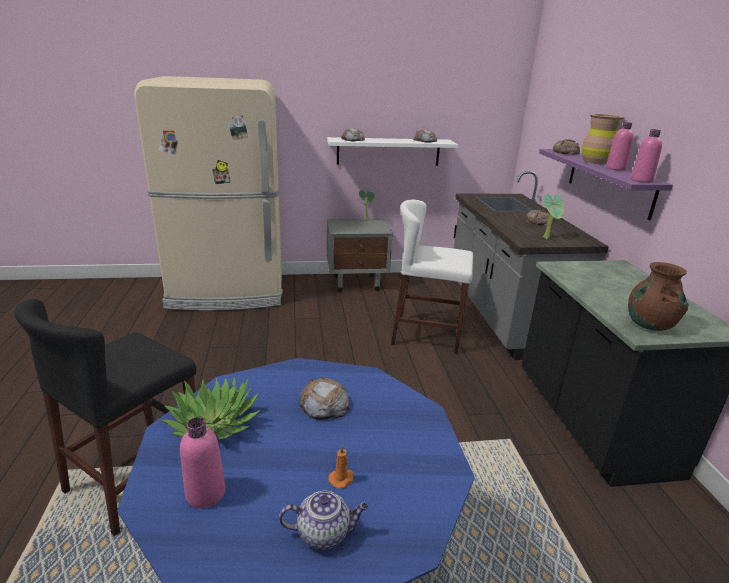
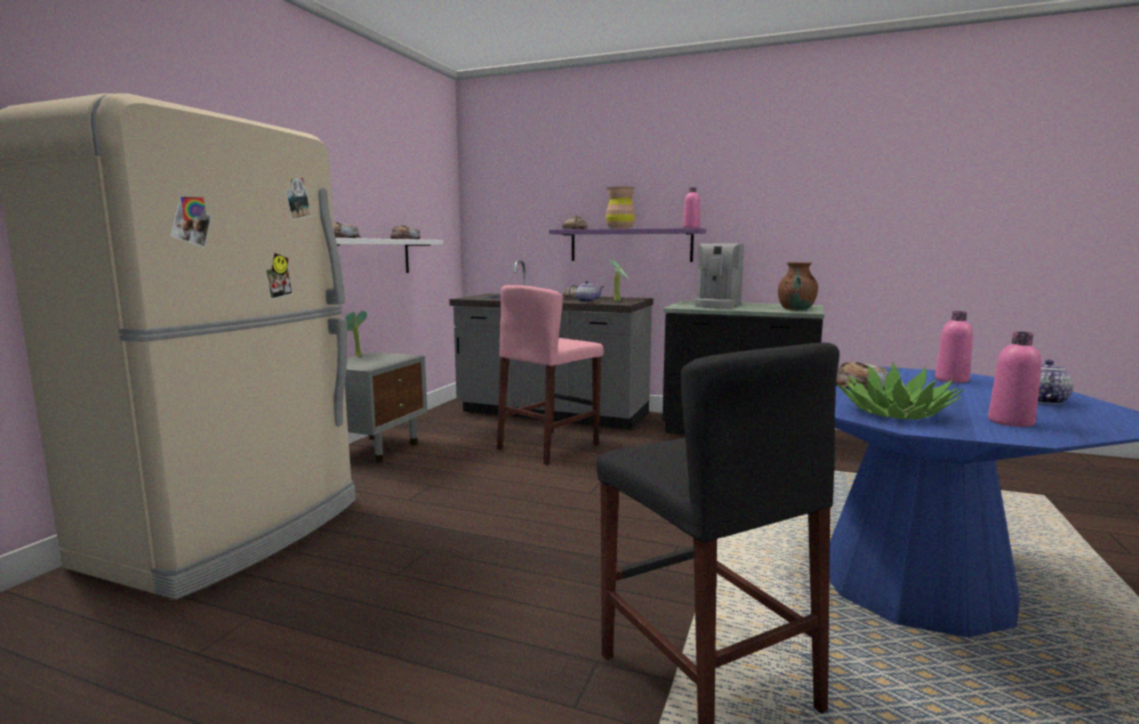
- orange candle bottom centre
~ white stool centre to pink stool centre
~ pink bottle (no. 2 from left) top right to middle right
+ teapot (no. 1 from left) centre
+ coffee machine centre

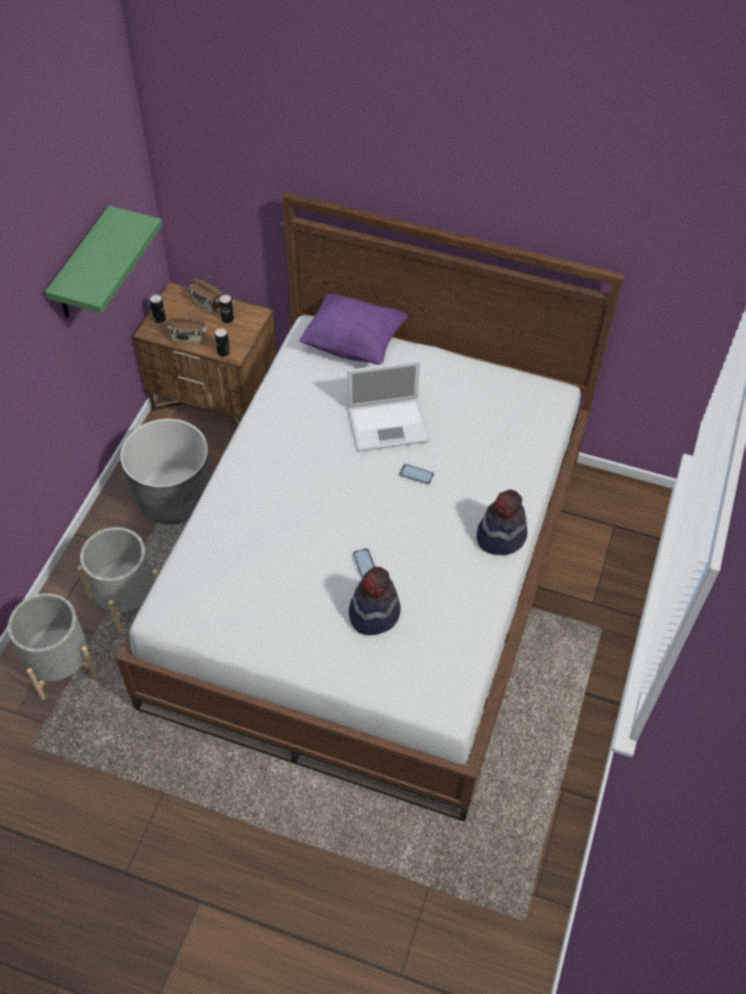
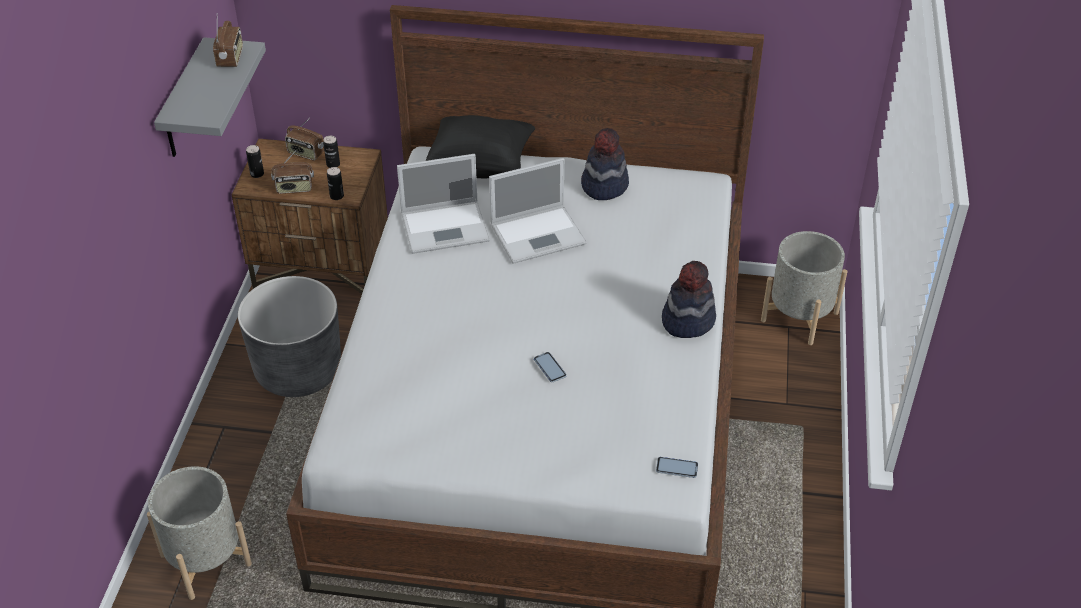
~ green shelf top left to grey shelf top left
~ grey planter (no. 2 from left in the first image) middle left to grey planter (no. 3 from left) middle right
~ purple pillow top centre to black pillow top centre
~ hat (no. 1 from left) centre to top centre
~ phone (no. 2 from left) centre to bottom centre
+ radio (no. 1 from left) top left
+ laptop (no. 1 from left) centre

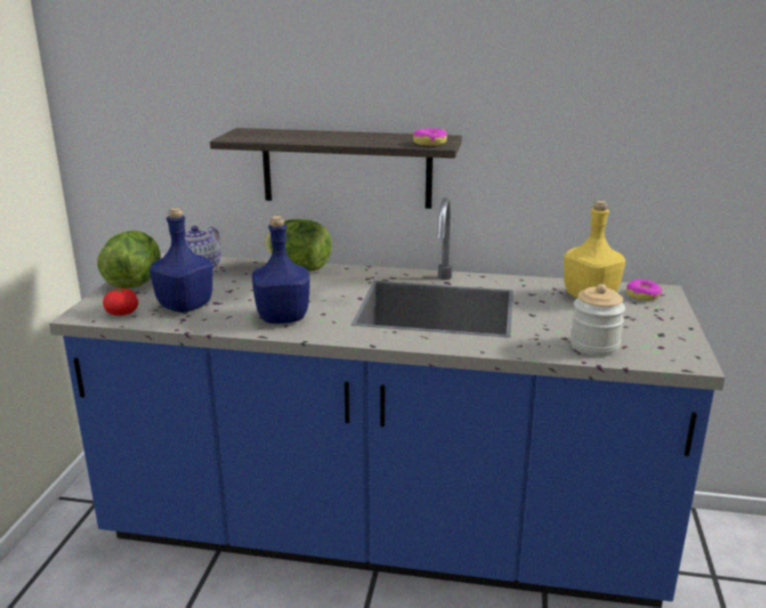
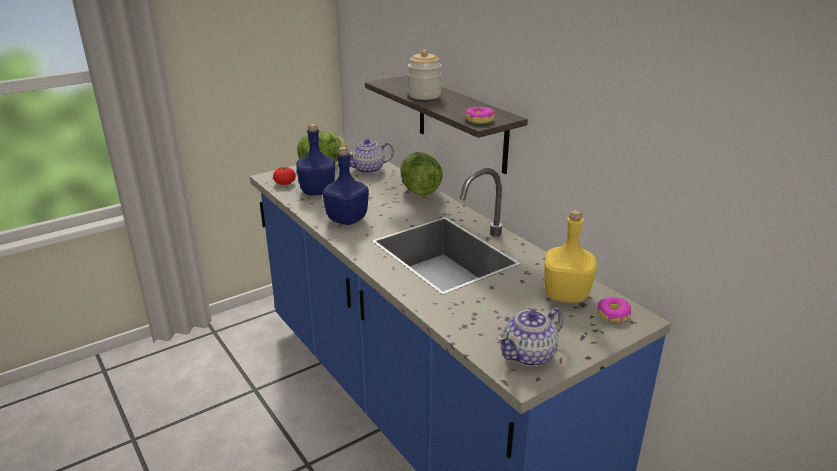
~ jar middle right to top centre
+ teapot (no. 2 from left) bottom centre

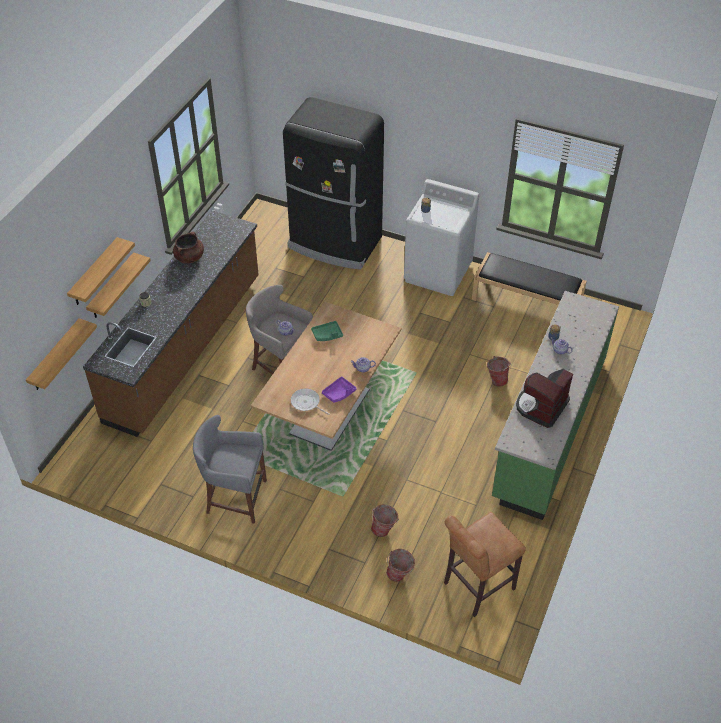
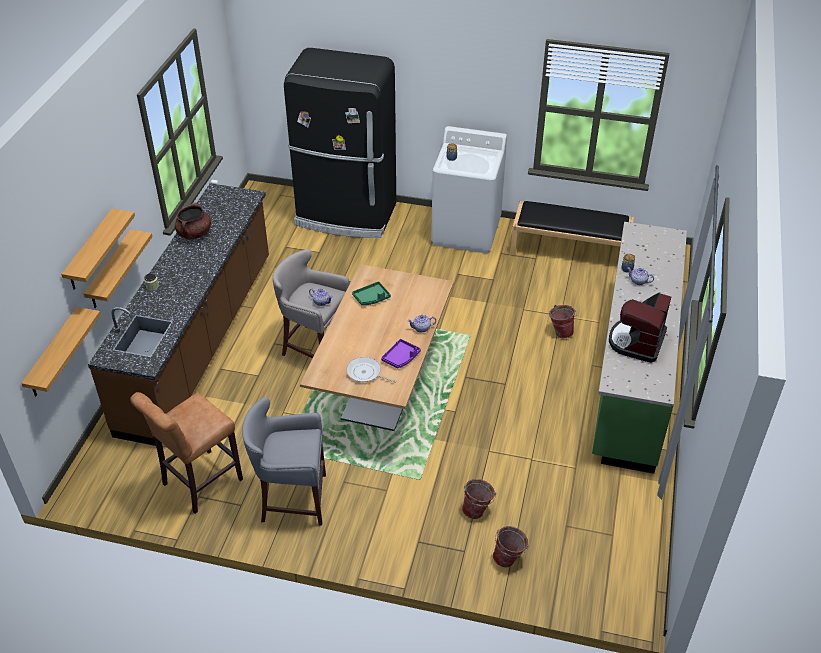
~ brown stool bottom right to bottom left

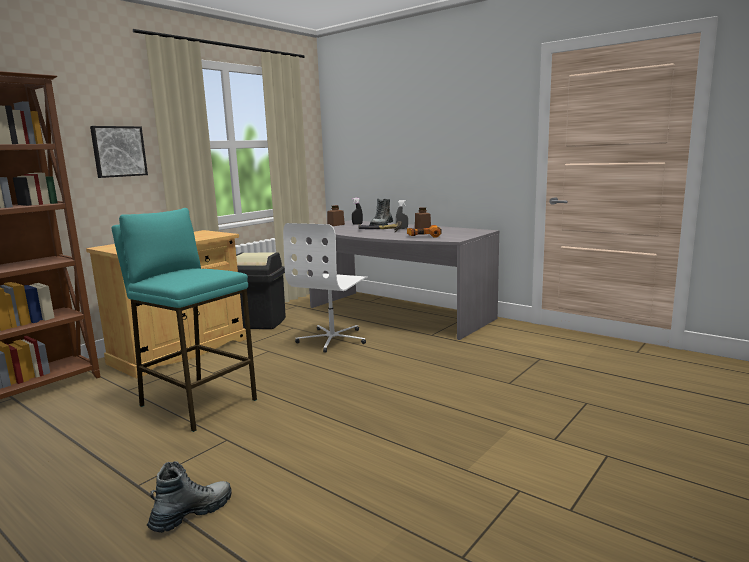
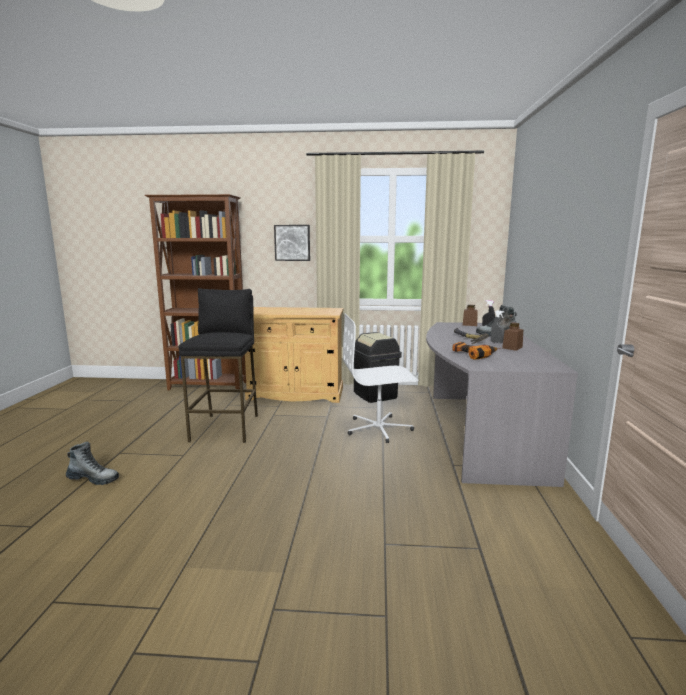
~ turquoise stool middle left to black stool middle left

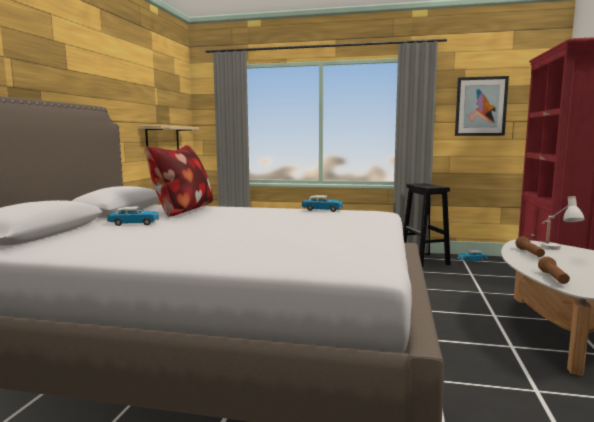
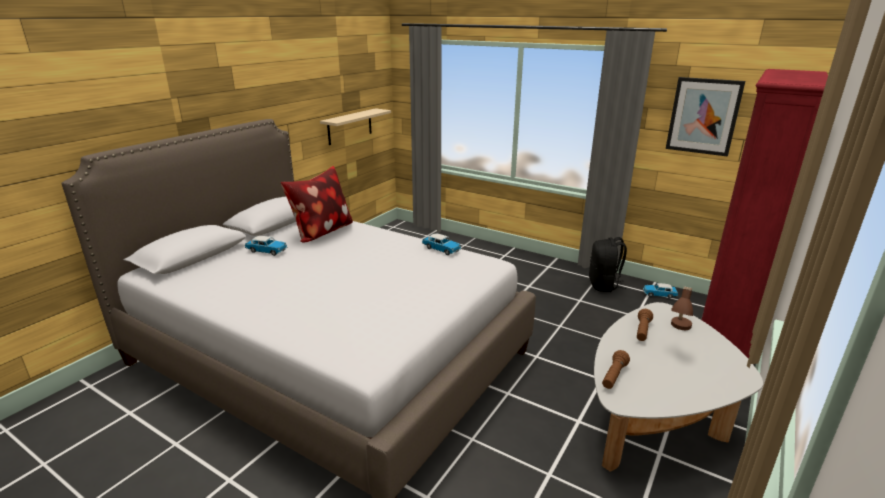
~ black stool middle right to black backpack middle right
~ white table lamp middle right to brown table lamp middle right

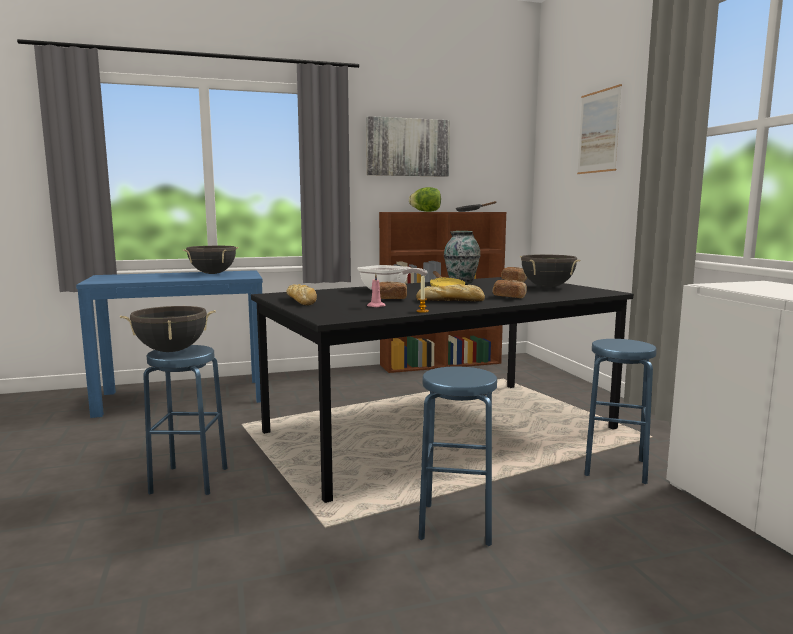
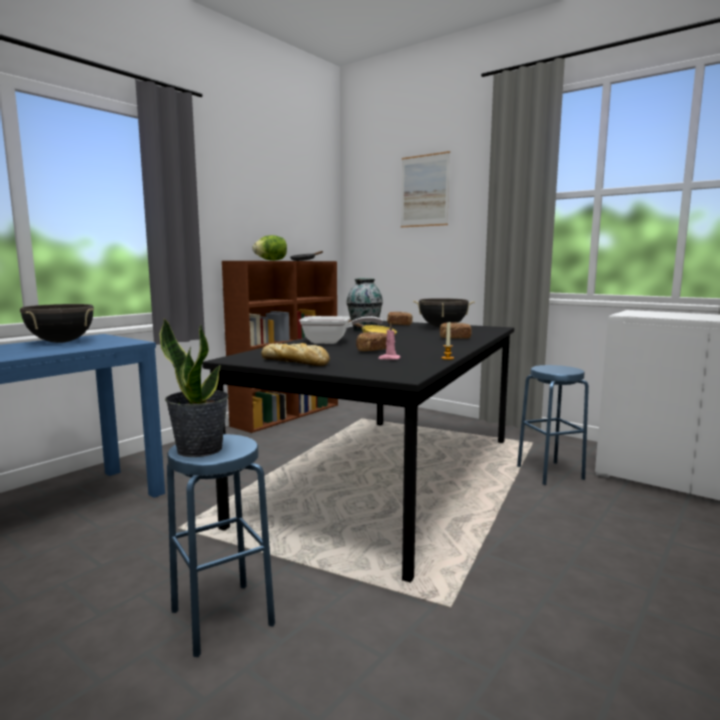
~ black cooking pot (no. 1 from left) middle left to potted plant middle left
- picture (no. 1 from left) top centre
- bread (no. 3 from left) centre
- blue stool (no. 2 from left) bottom centre

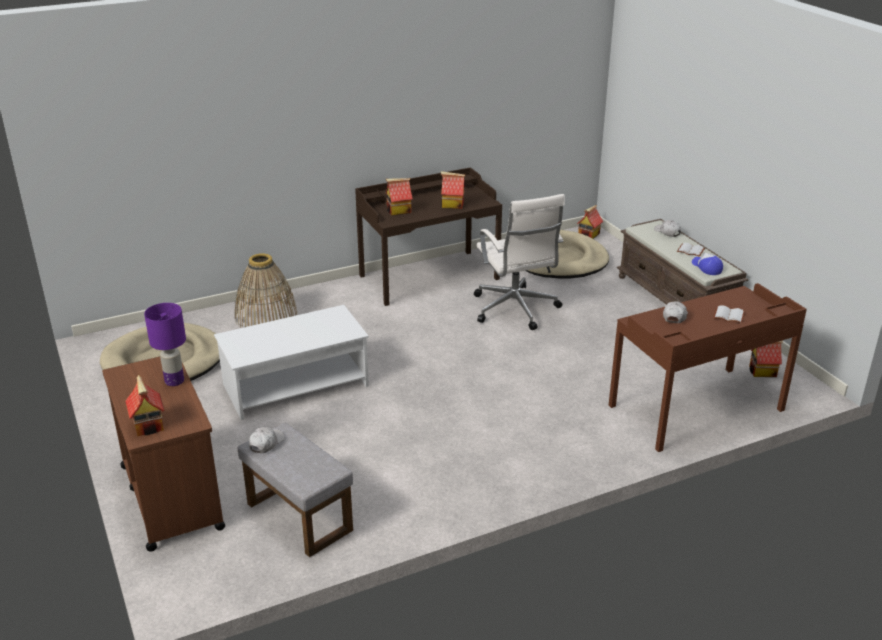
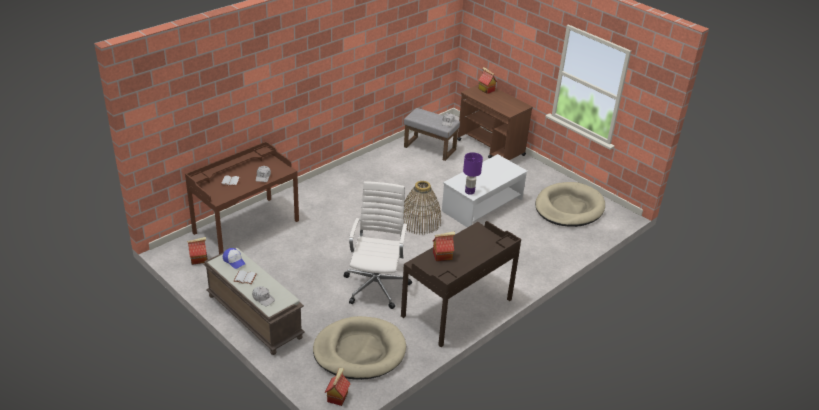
~ purple table lamp middle left to centre
~ basket middle left to centre
- toy house (no. 2 from left) top centre
~ white office chair centre = centre 45 degrees clockwise

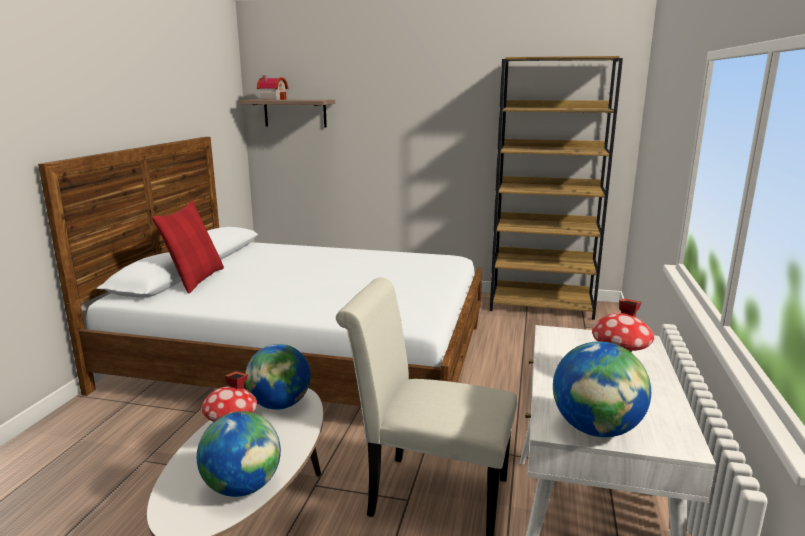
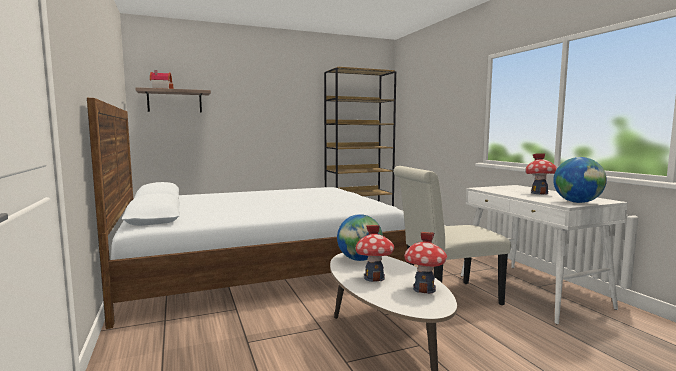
- red pillow middle left
~ globe (no. 1 from left) bottom left to toy house (no. 3 from left) bottom centre

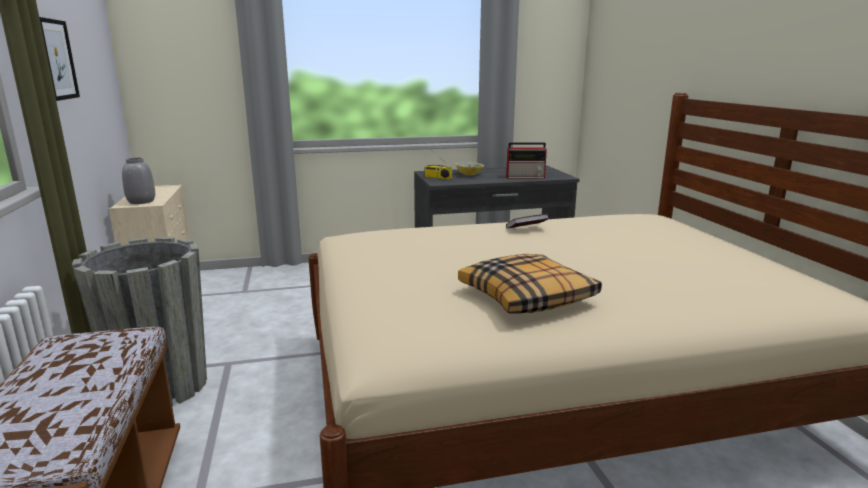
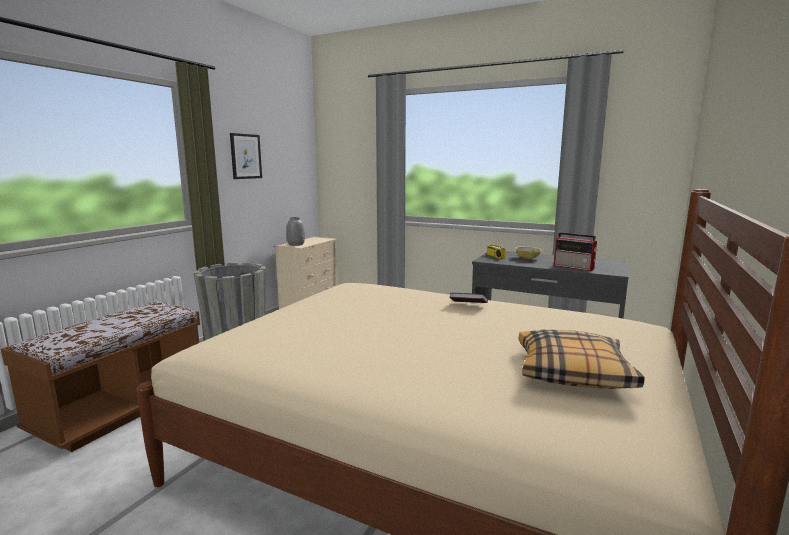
~ pillow centre to bottom right

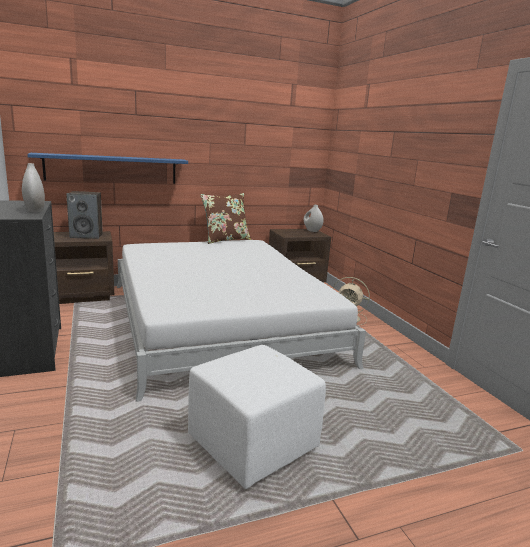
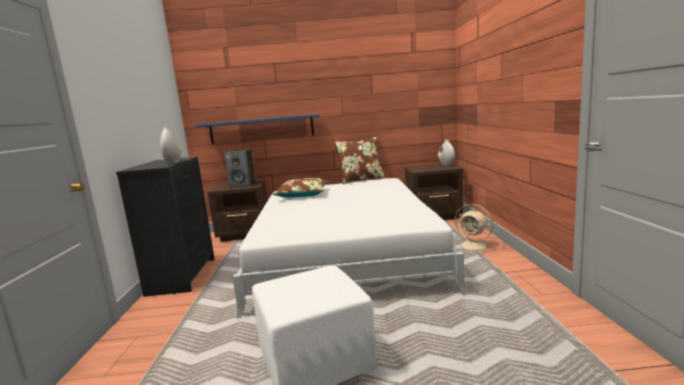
+ brown pillow (no. 1 from left) centre

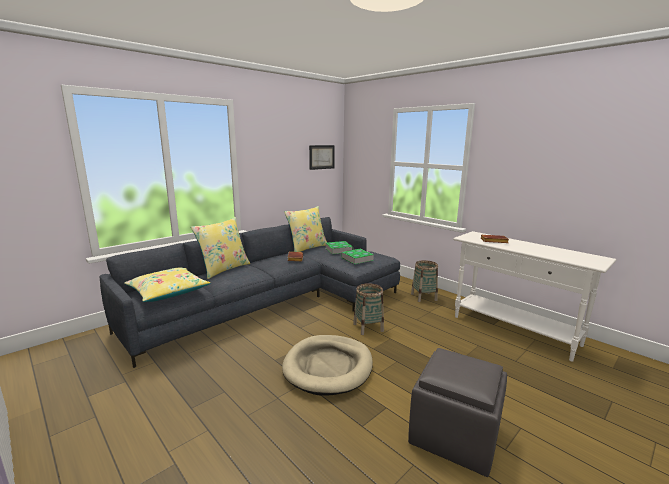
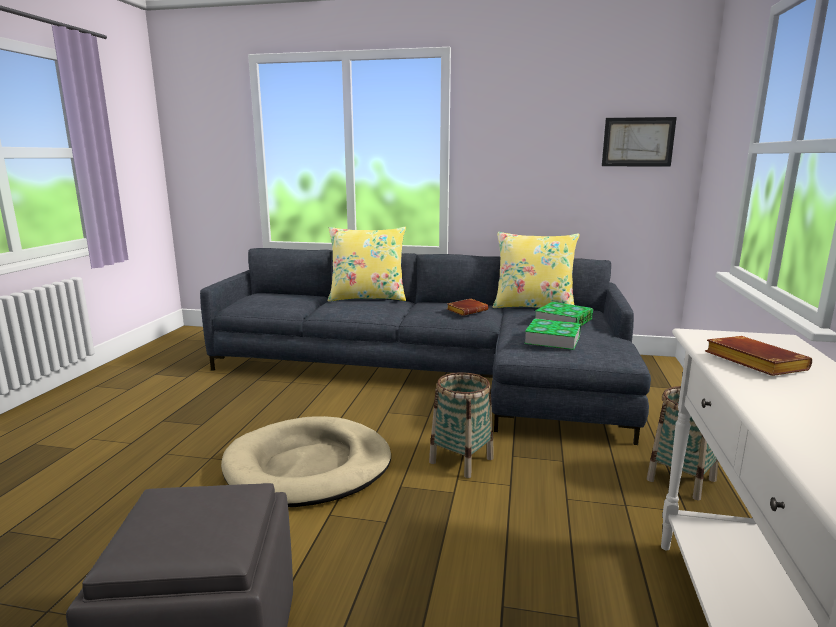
- yellow pillow (no. 1 from left) middle left

